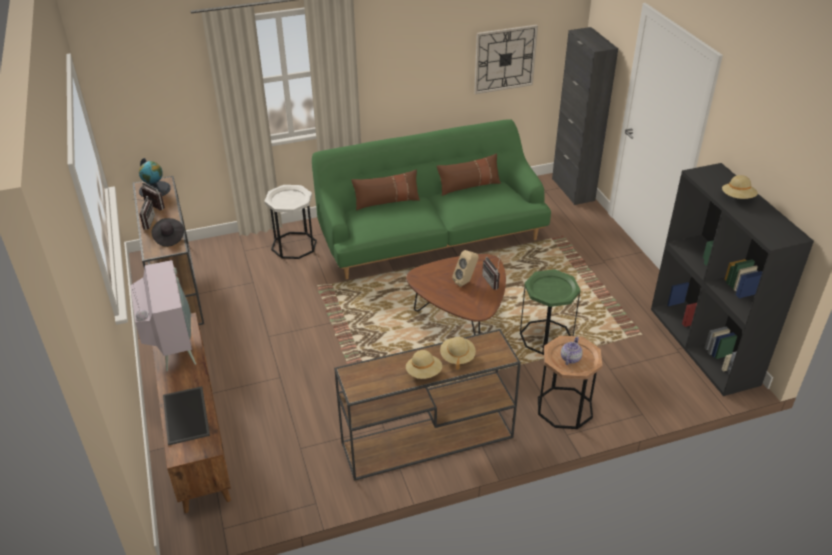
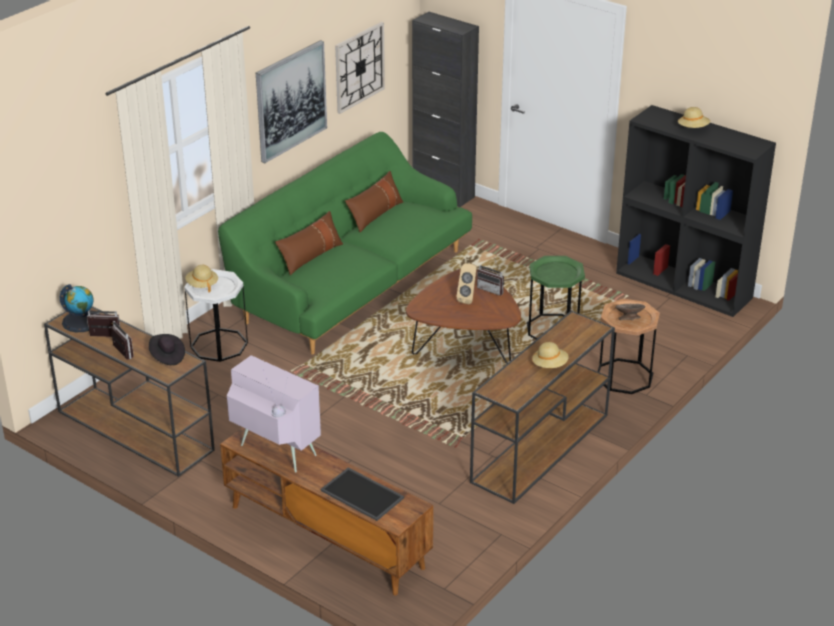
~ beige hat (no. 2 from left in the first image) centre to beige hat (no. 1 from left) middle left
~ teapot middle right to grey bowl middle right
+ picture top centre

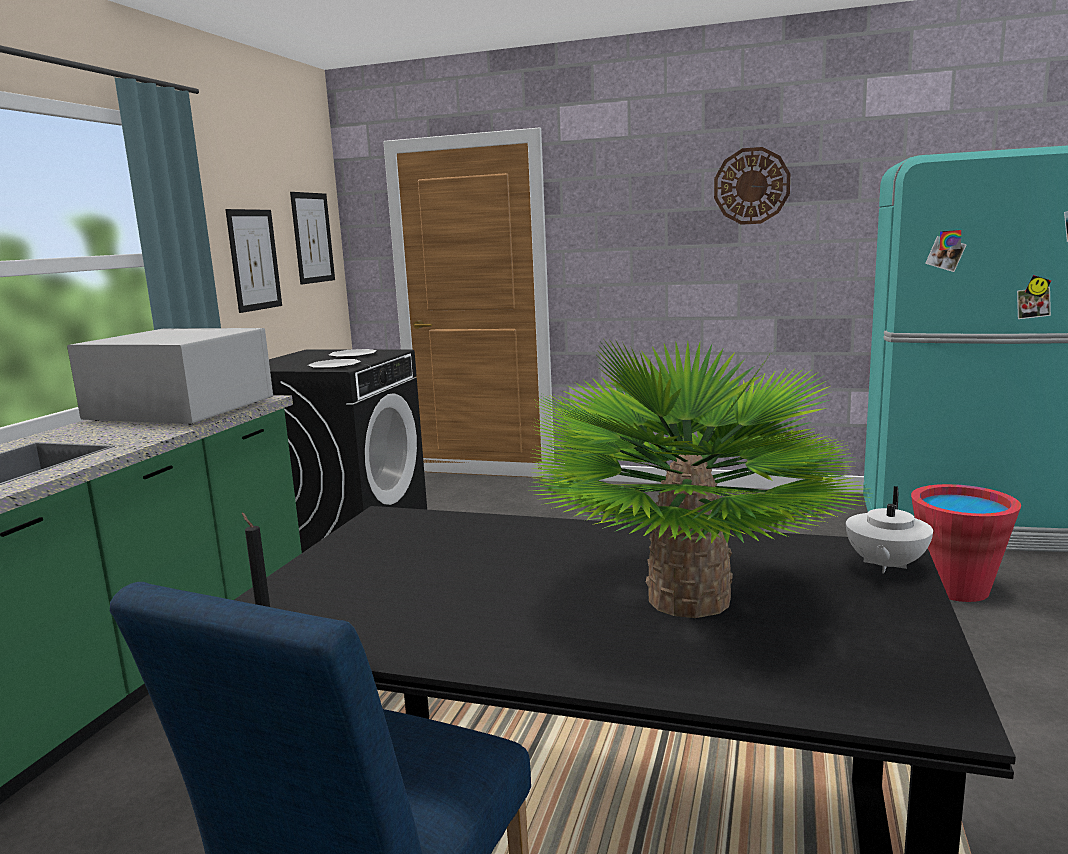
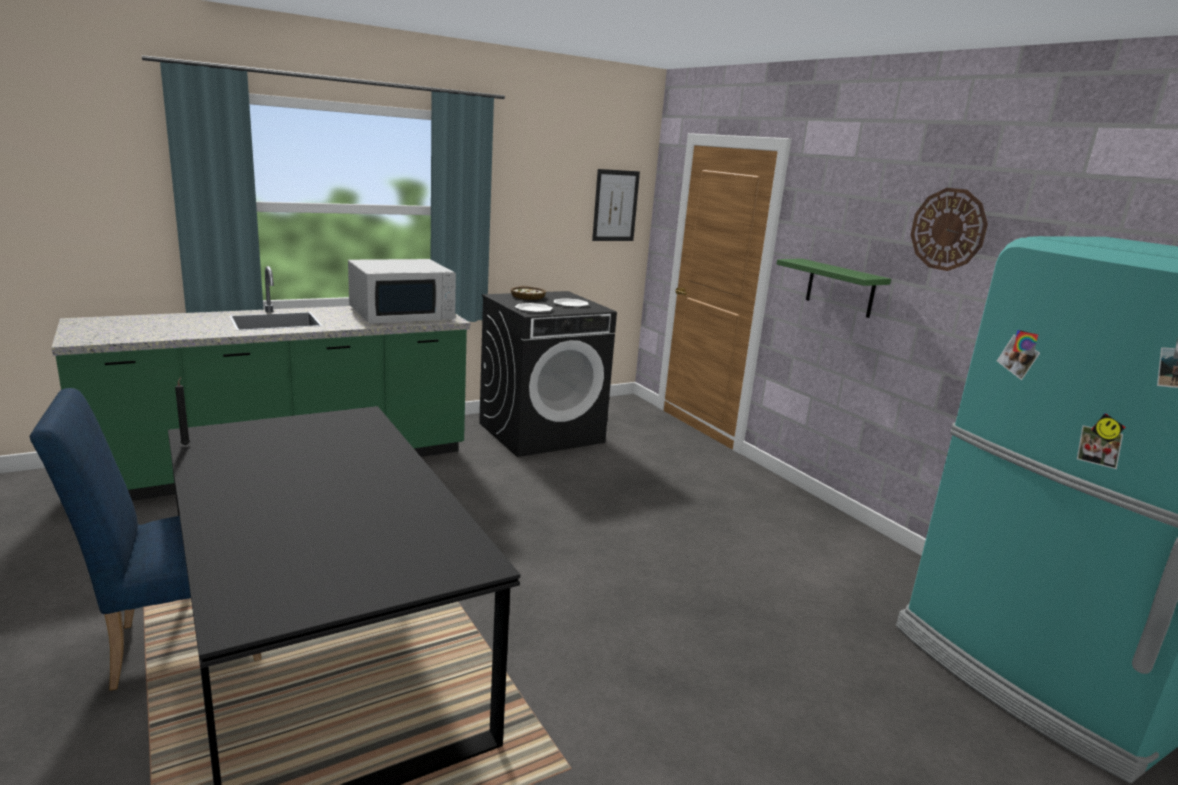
~ white microwave middle left = centre 90 degrees clockwise
- picture (no. 1 from left) top left
- potted plant centre
- white teapot middle right
- red bucket middle right
+ bowl centre
+ green shelf middle right

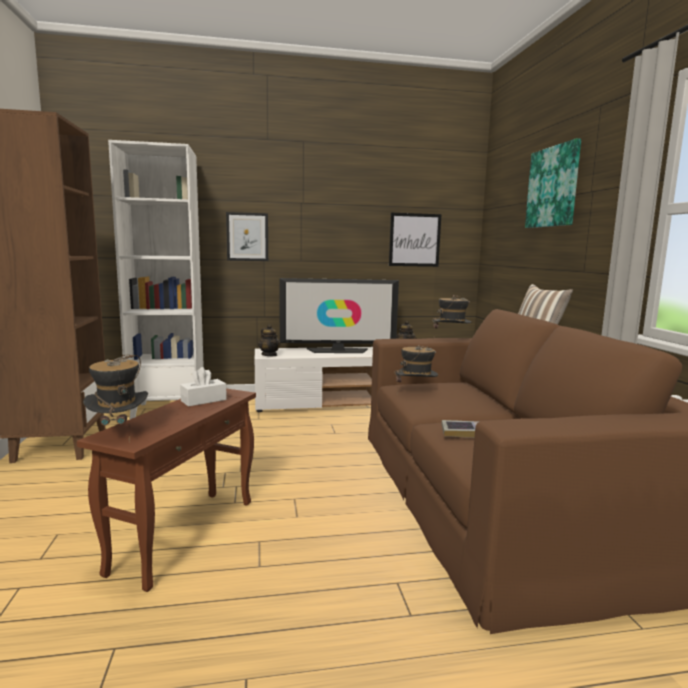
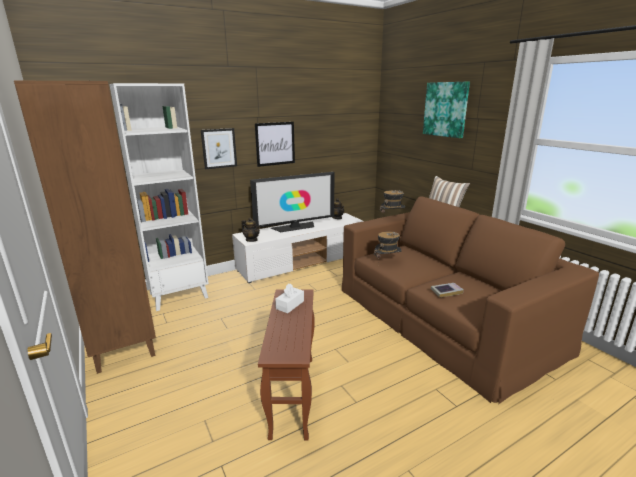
- hat (no. 1 from left) middle left
~ picture (no. 2 from left) centre to top centre

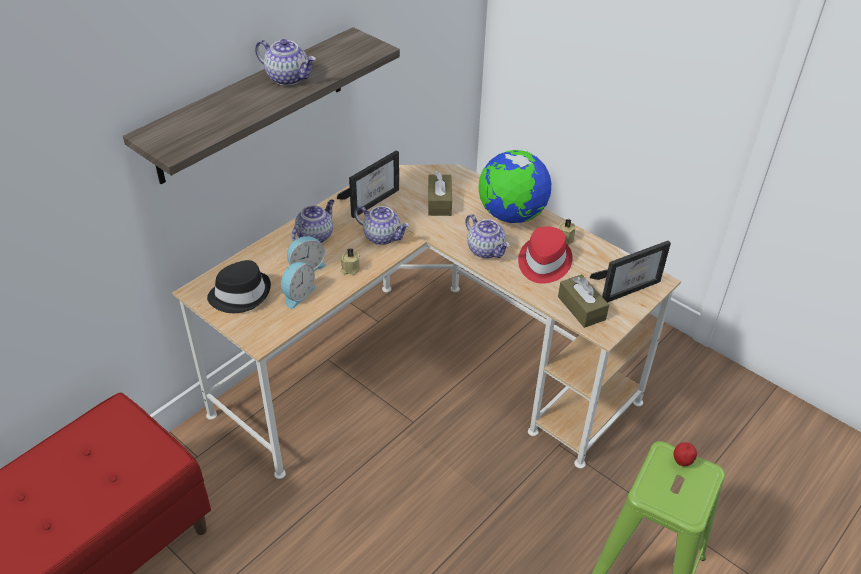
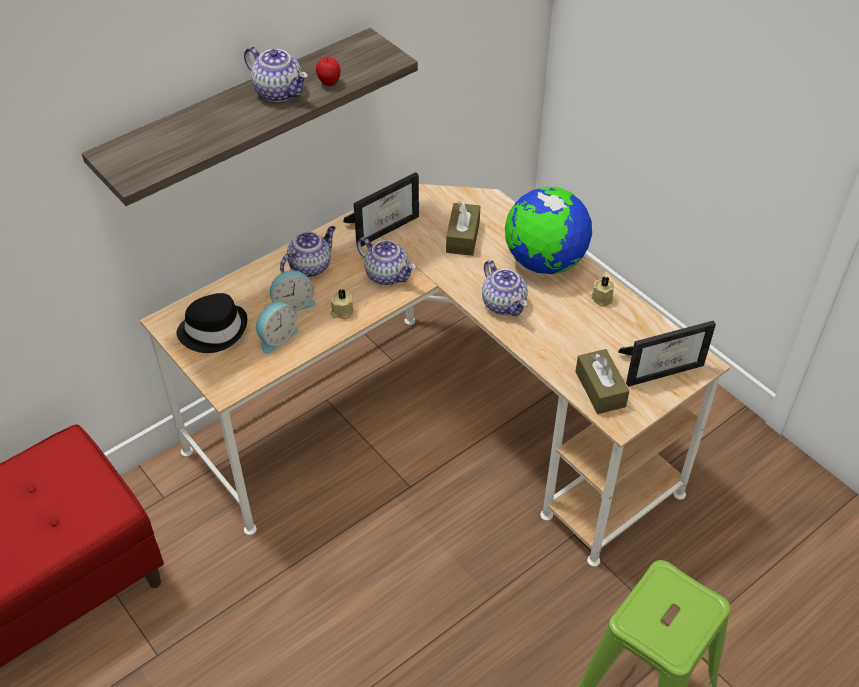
- red hat centre
~ apple bottom right to top centre

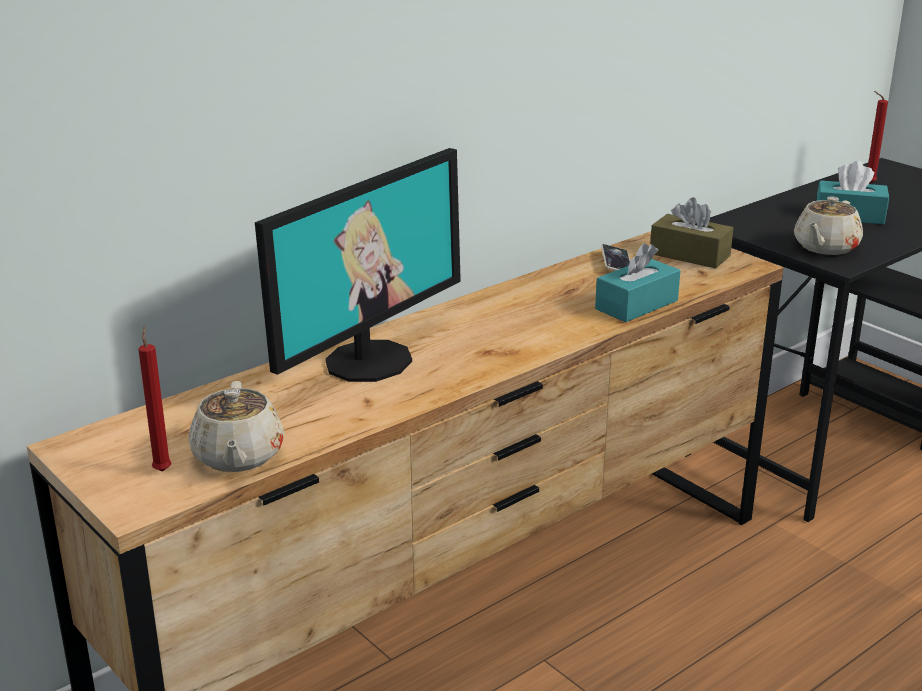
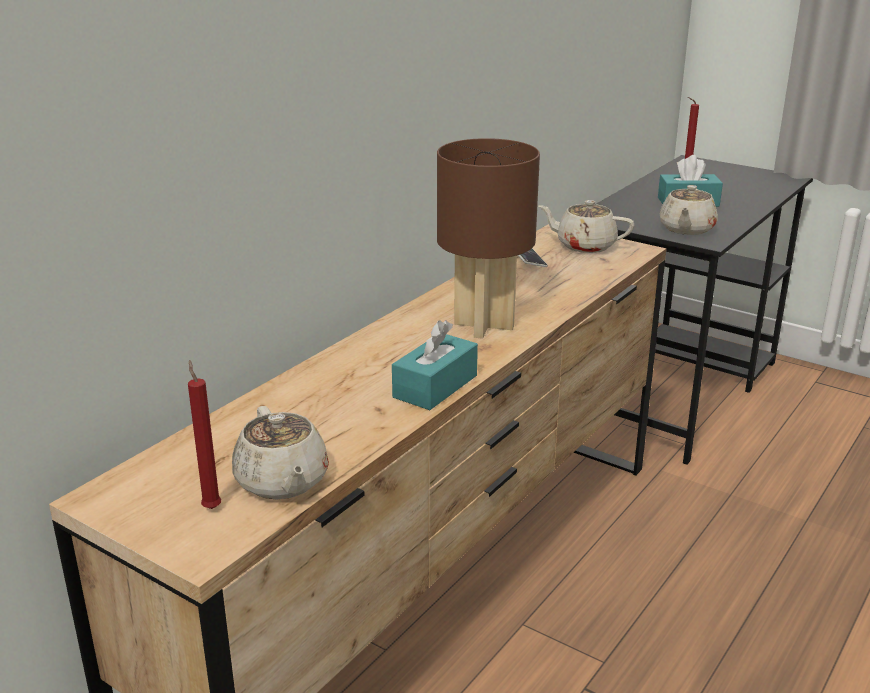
- monitor centre
~ turquoise tissue box (no. 1 from left) middle right to centre
~ brown tissue box middle right to beige teapot (no. 2 from left) top right
+ brown table lamp centre

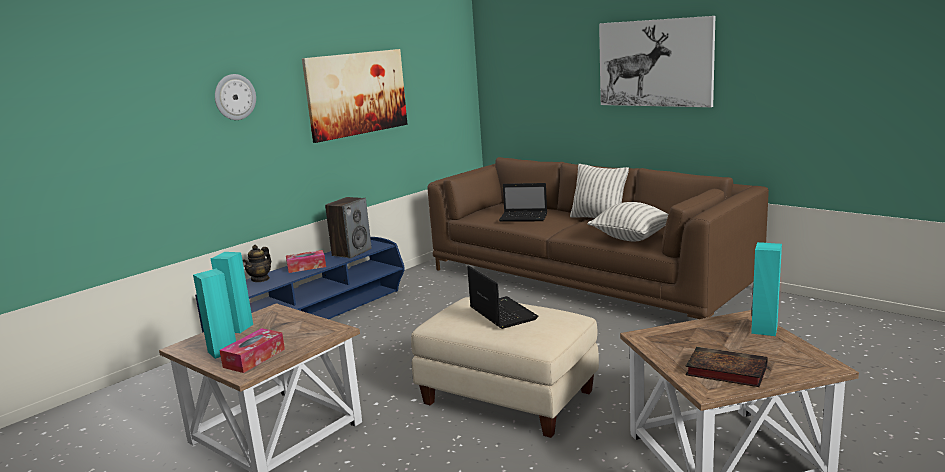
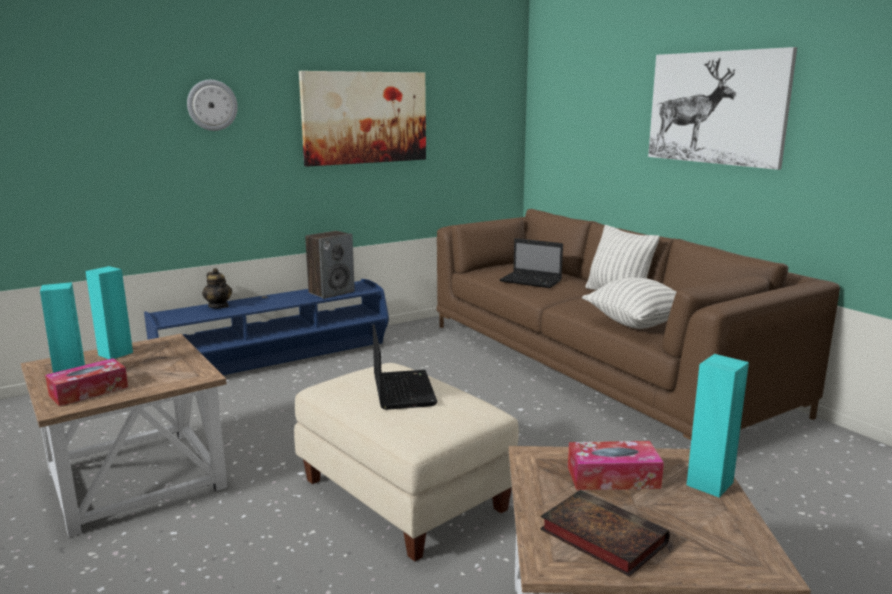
~ teapot middle left = middle left 75 degrees counterclockwise
~ tissue box (no. 2 from left) middle left to bottom right

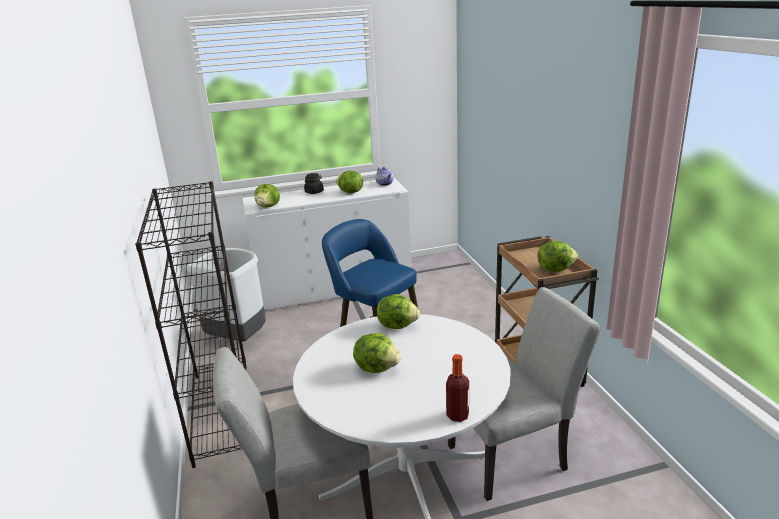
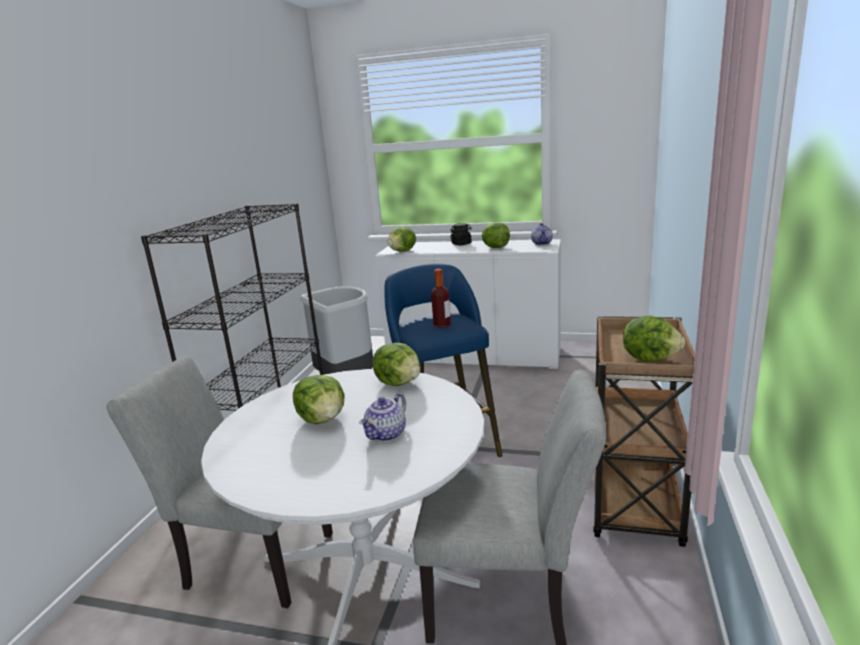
~ bottle bottom centre to centre
+ teapot (no. 1 from left) centre

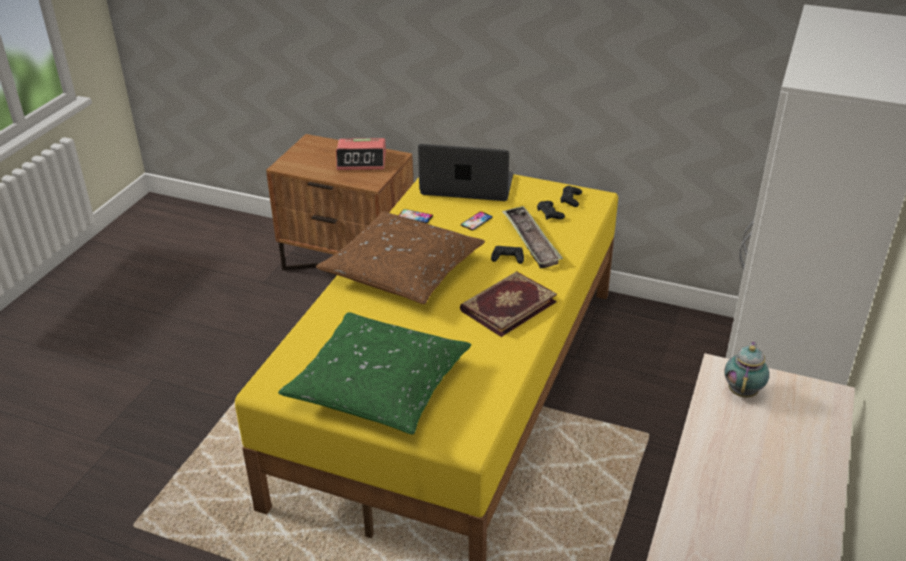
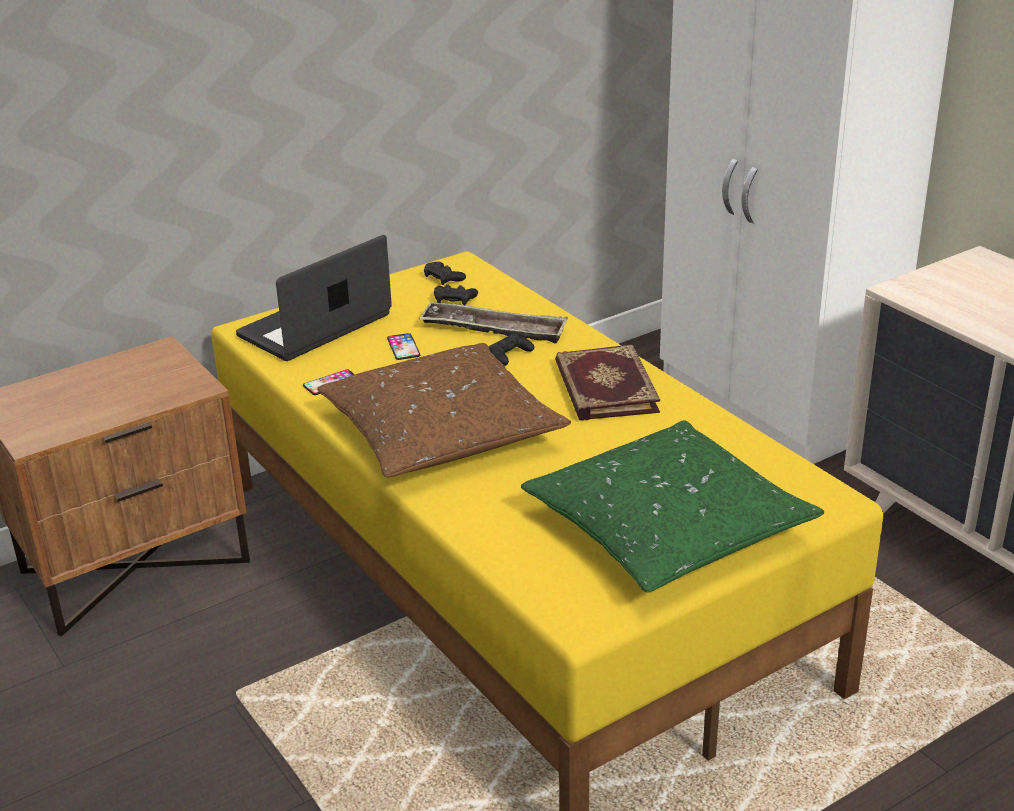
- alarm clock top centre
- teapot middle right

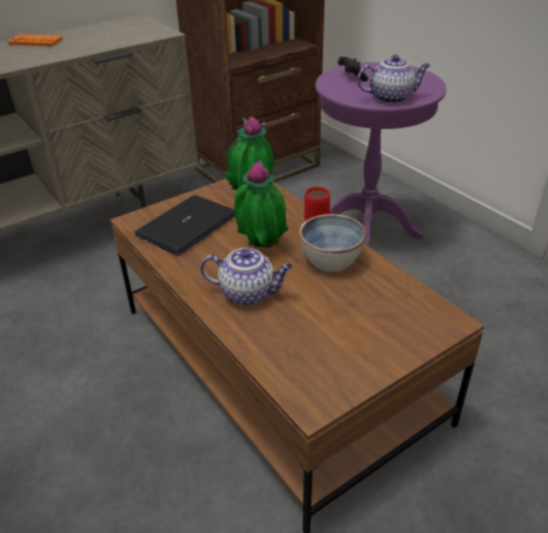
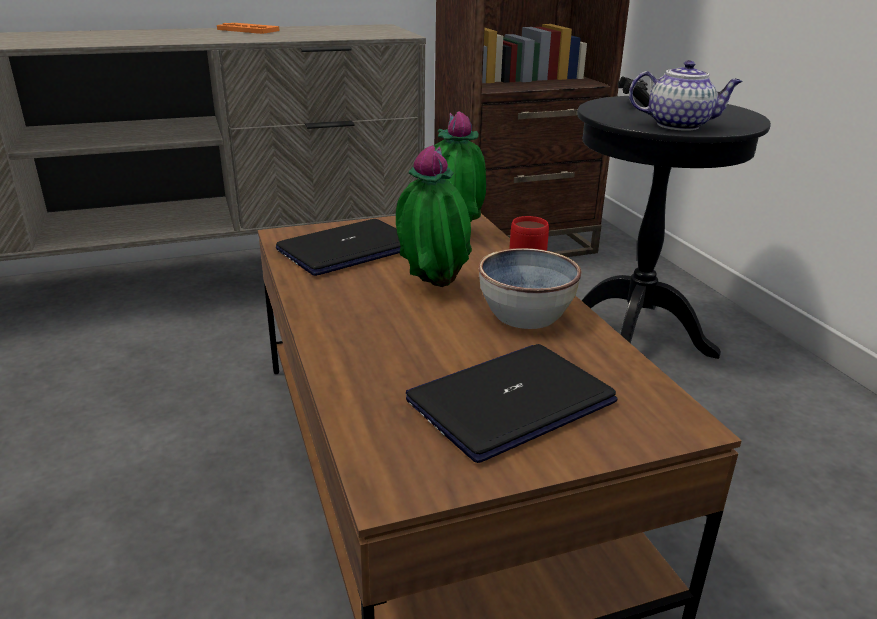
- teapot (no. 1 from left) centre
~ purple side table top right to black side table middle right
+ laptop (no. 2 from left) centre

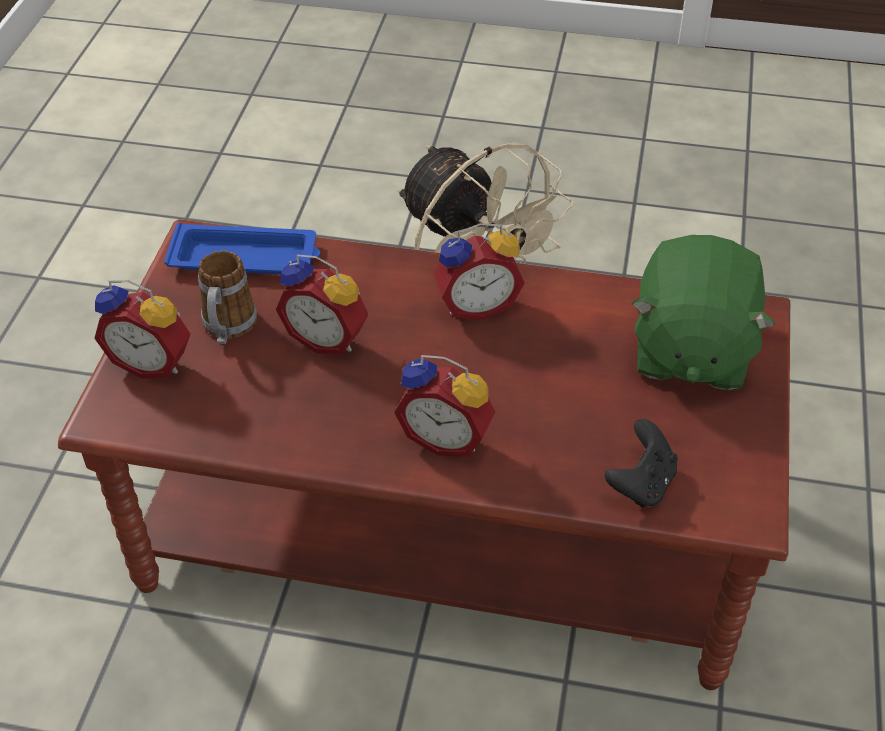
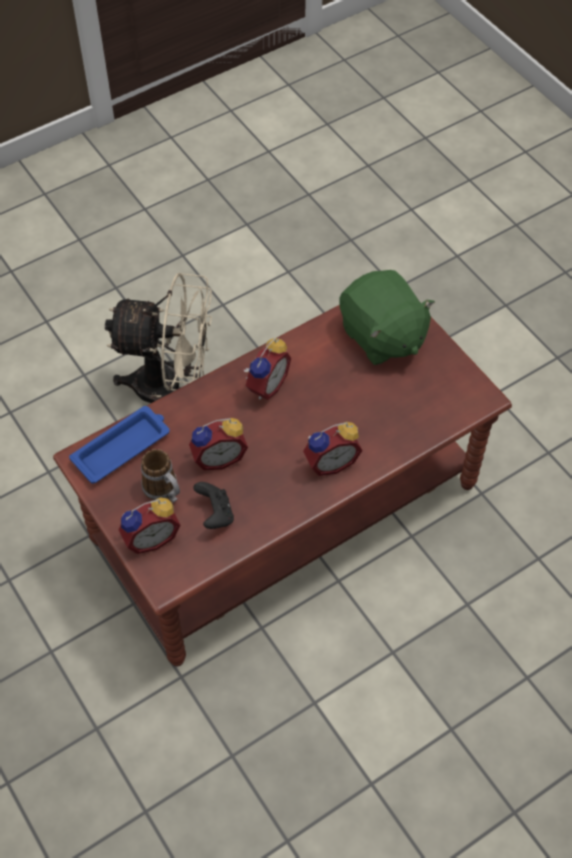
~ black game controller middle right to centre

